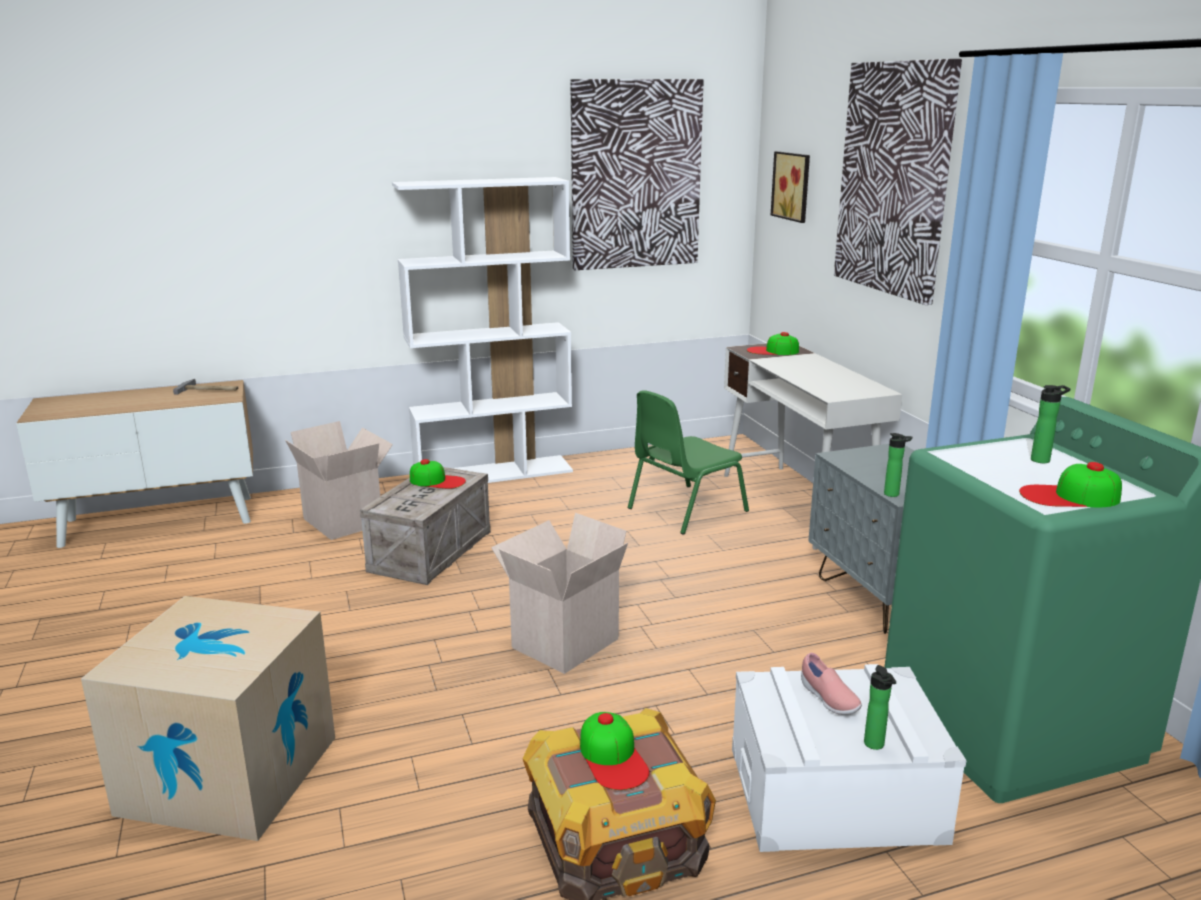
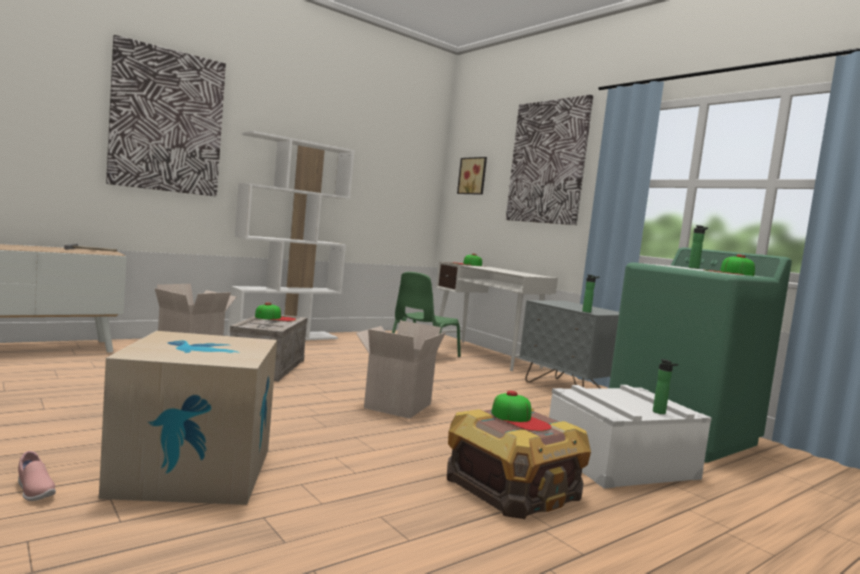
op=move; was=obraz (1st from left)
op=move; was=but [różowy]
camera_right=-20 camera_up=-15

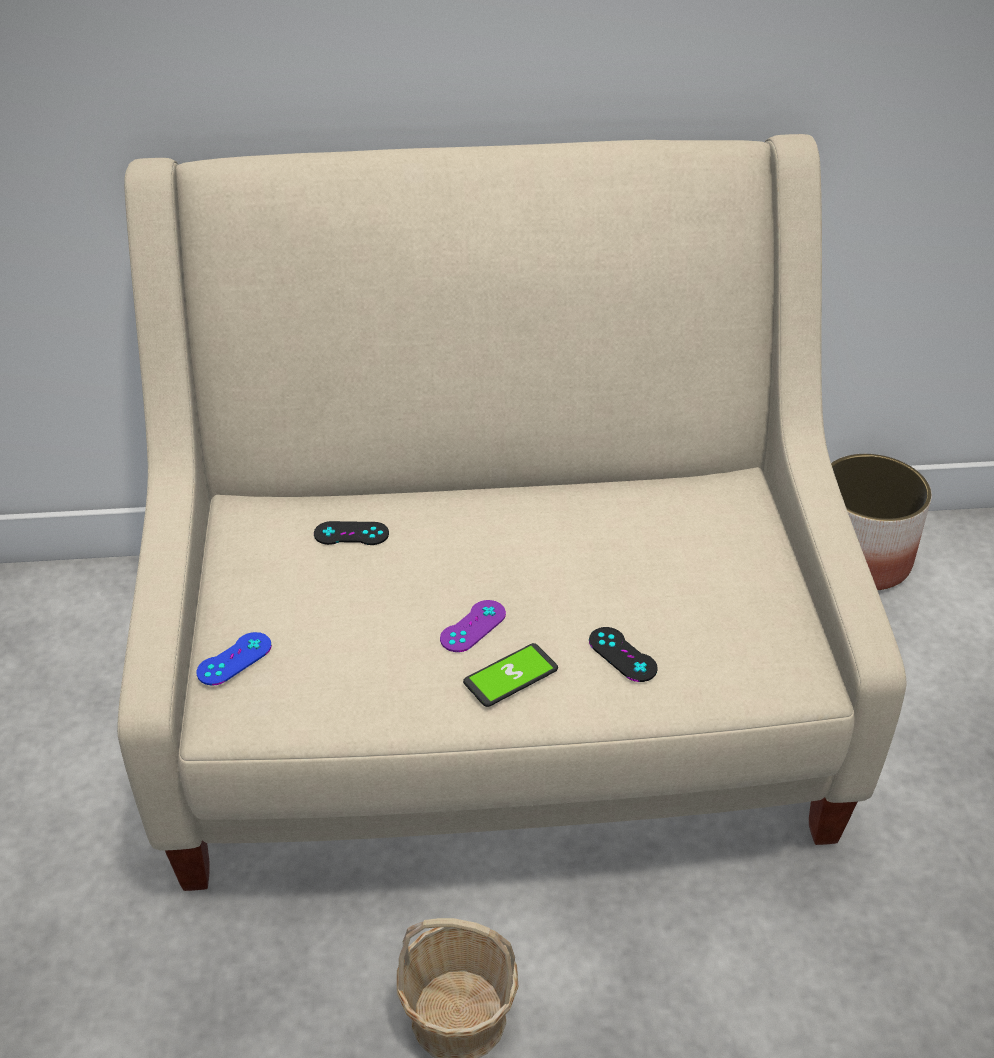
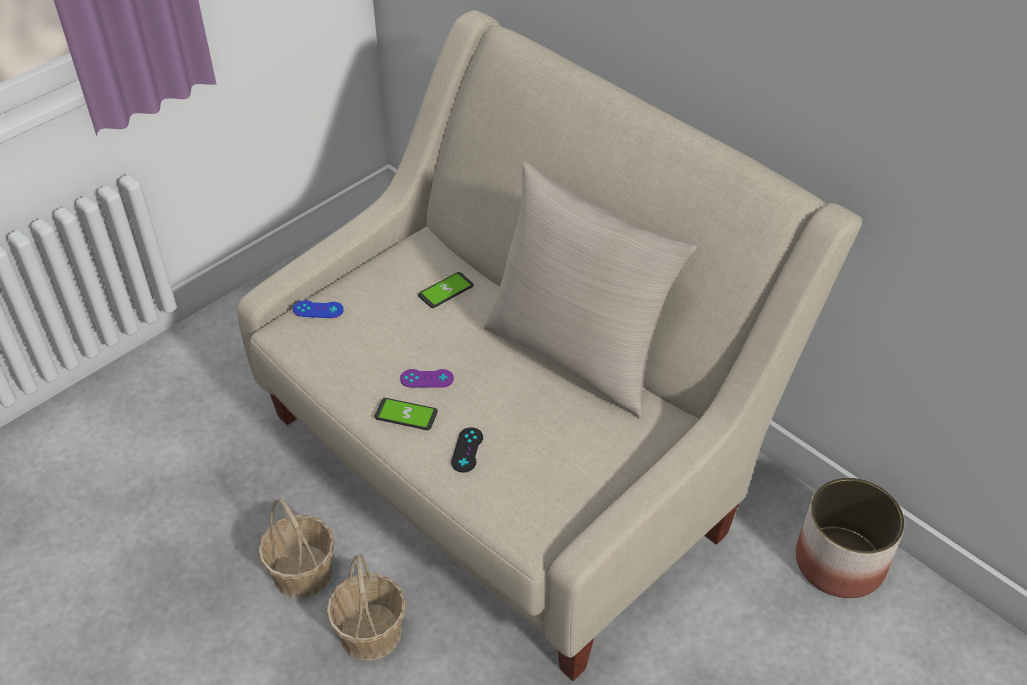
op=replace; was=pad do gier [czarny] (1st from left); now=telefon (2nd from left)
op=insert; now=koszyk (2nd from left)
op=insert; now=poduszka [beżowy]
camera_right=50 camera_up=5

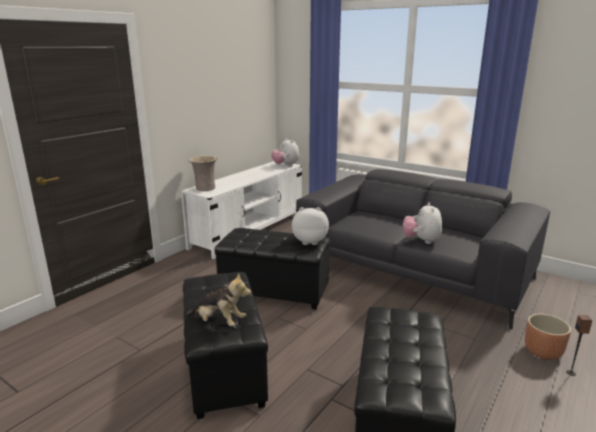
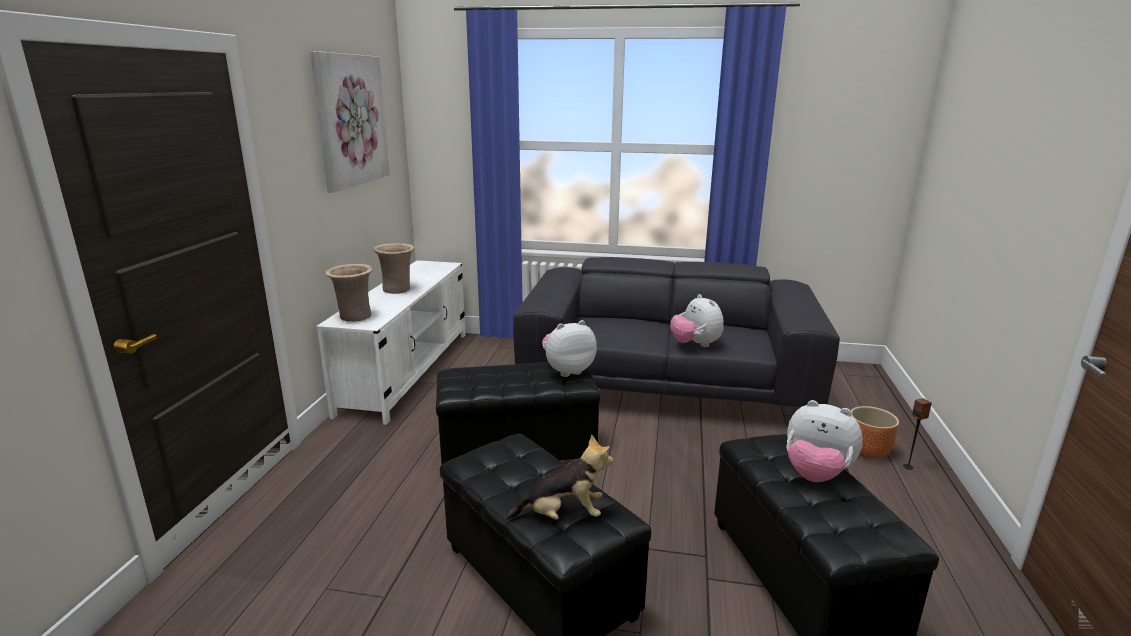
op=move; was=pluszak (2nd from left in the first image); now=pluszak (4th from left)
op=insert; now=obraz
op=insert; now=wazon [beżowy] (2nd from left)
camera_right=-25 camera_up=0

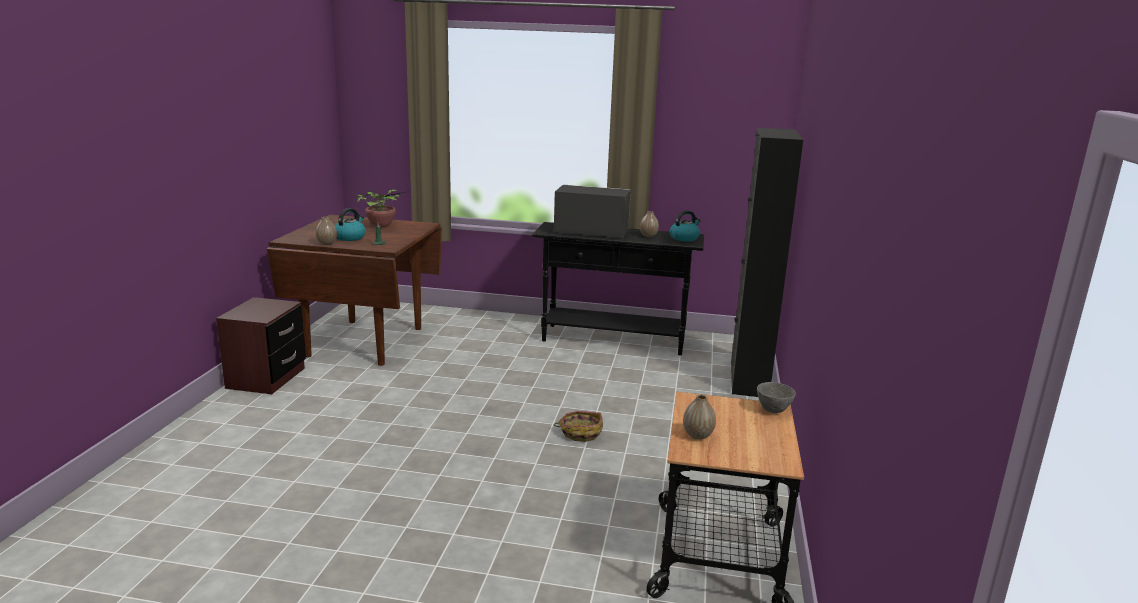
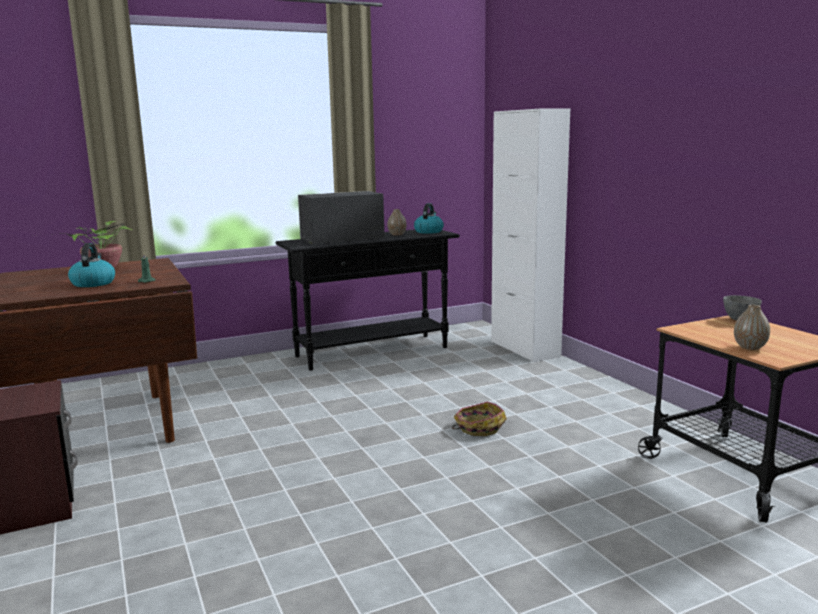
op=delete; was=wazon (1st from left)
op=recolor; was=szafka [czarny]; now=szafka [biały]
camera_right=-35 camera_up=-5

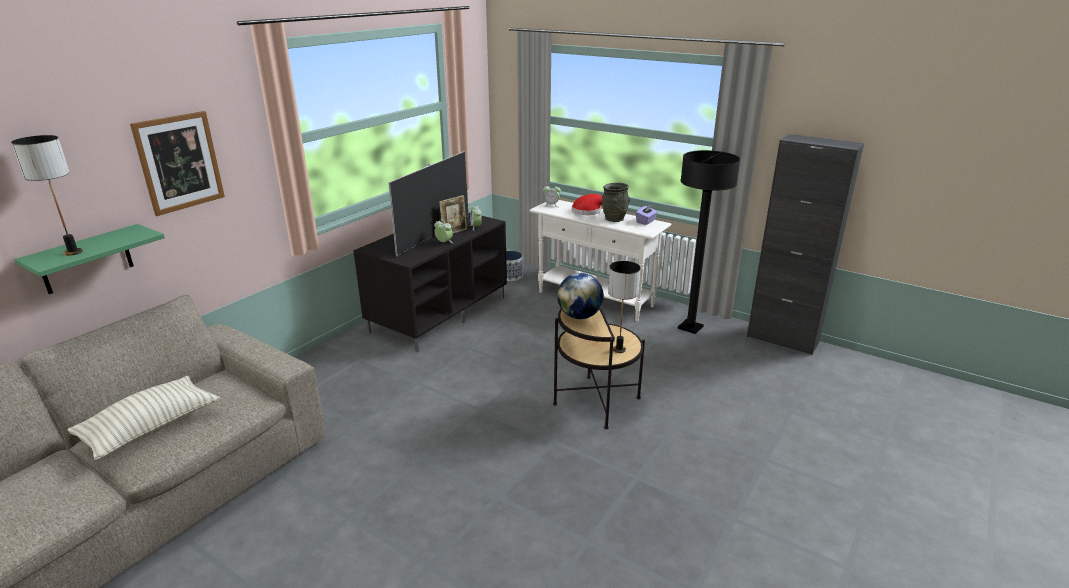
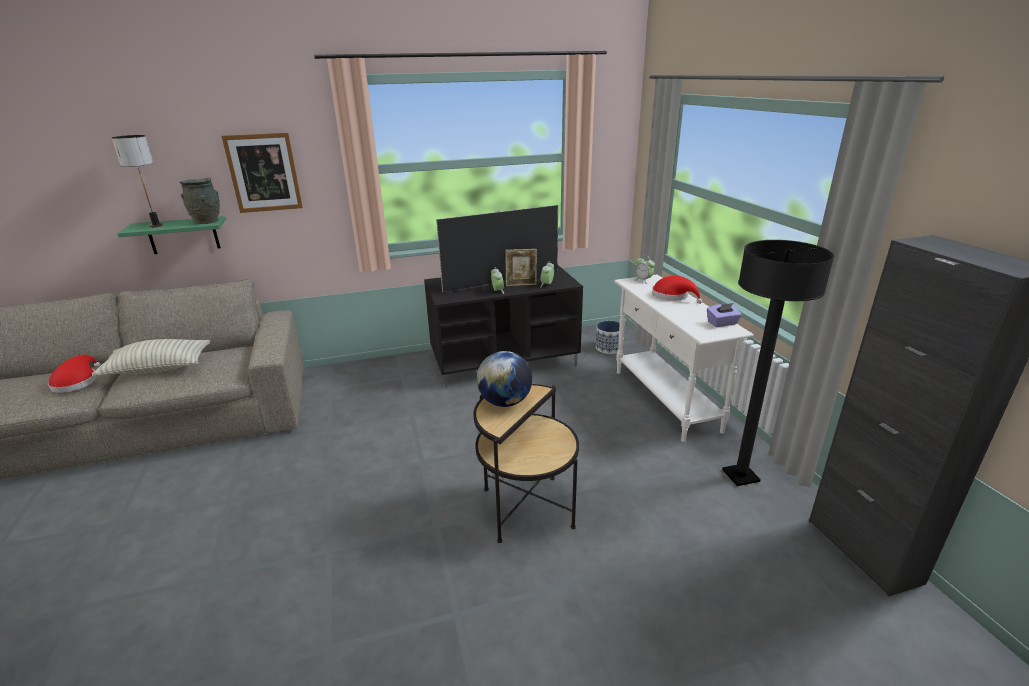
op=move; was=wazon [szary]
op=delete; was=lampa stołowa (2nd from left)
op=insert; now=kapelusz [czerwony] (1st from left)
camera_right=40 camera_up=0

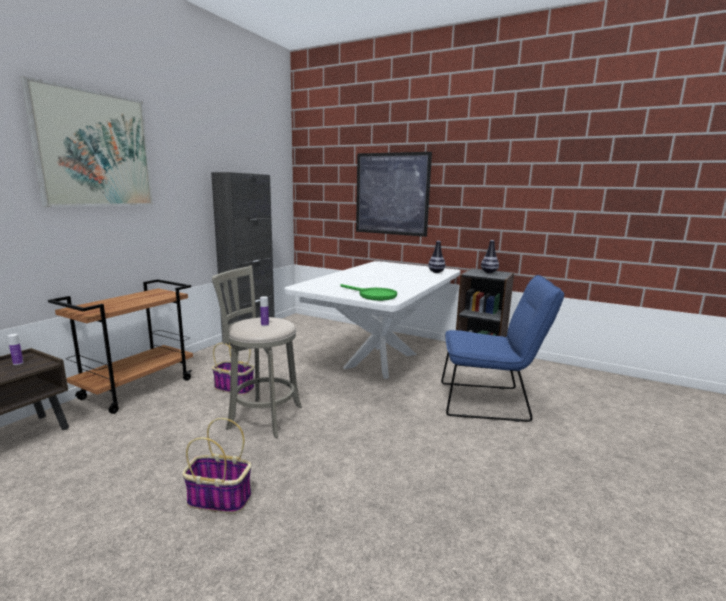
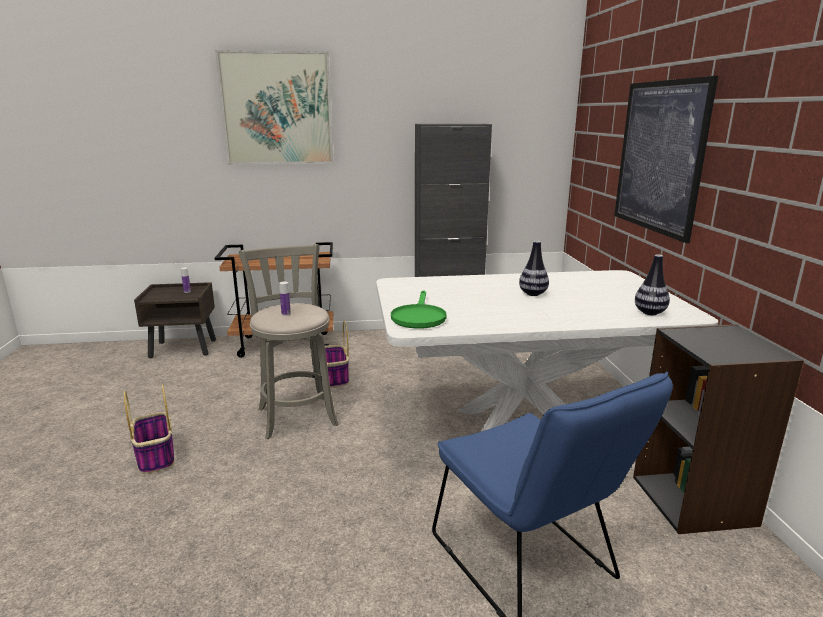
op=move; was=wazon (2nd from left in the first image); now=wazon (1st from left)
camera_right=55 camera_up=5

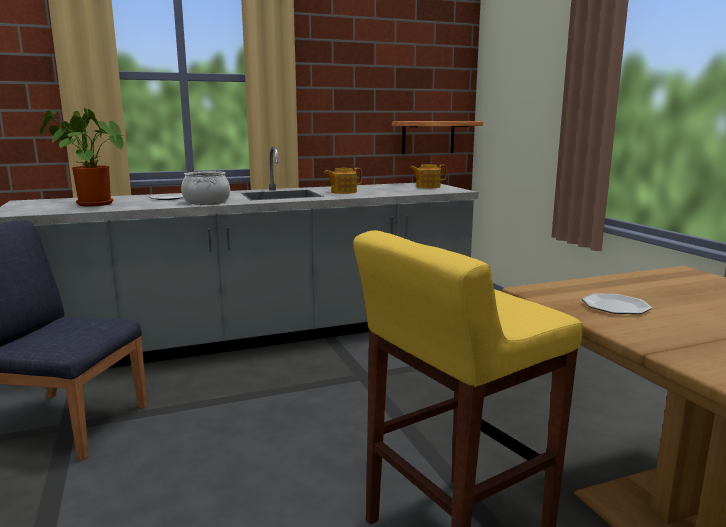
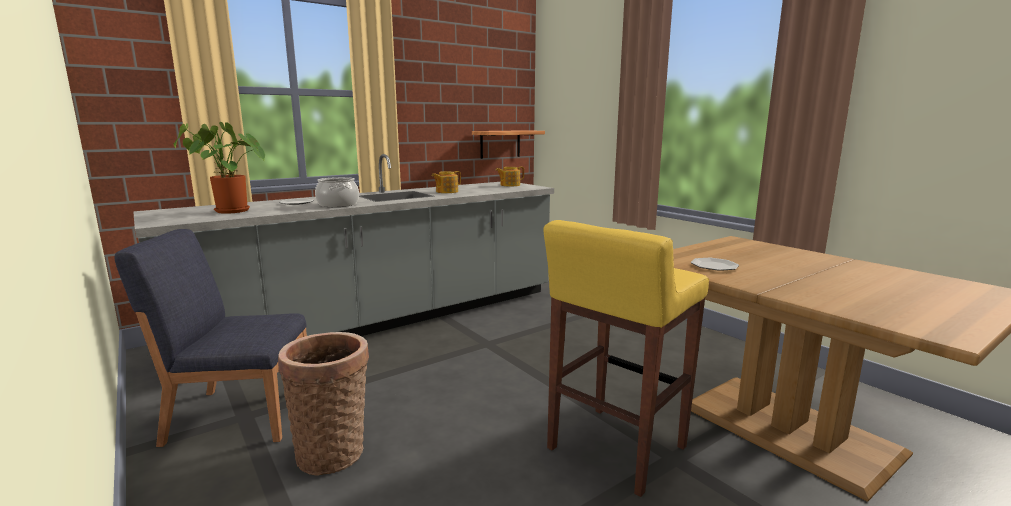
op=insert; now=koszyk
camera_right=-15 camera_up=0

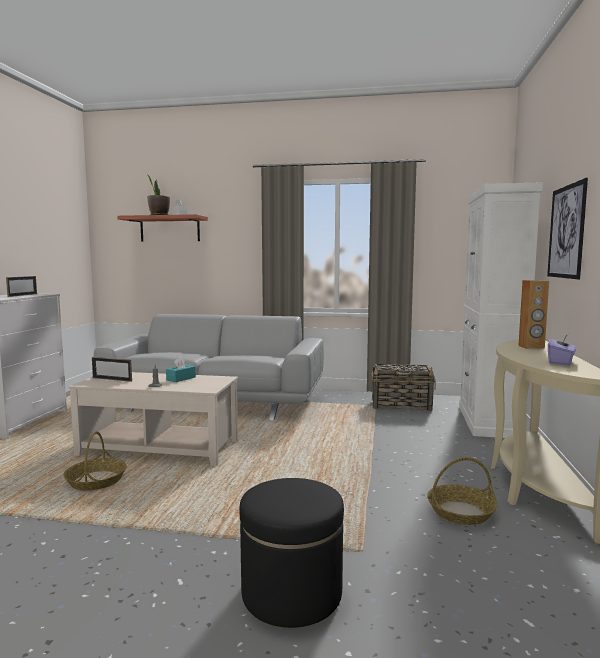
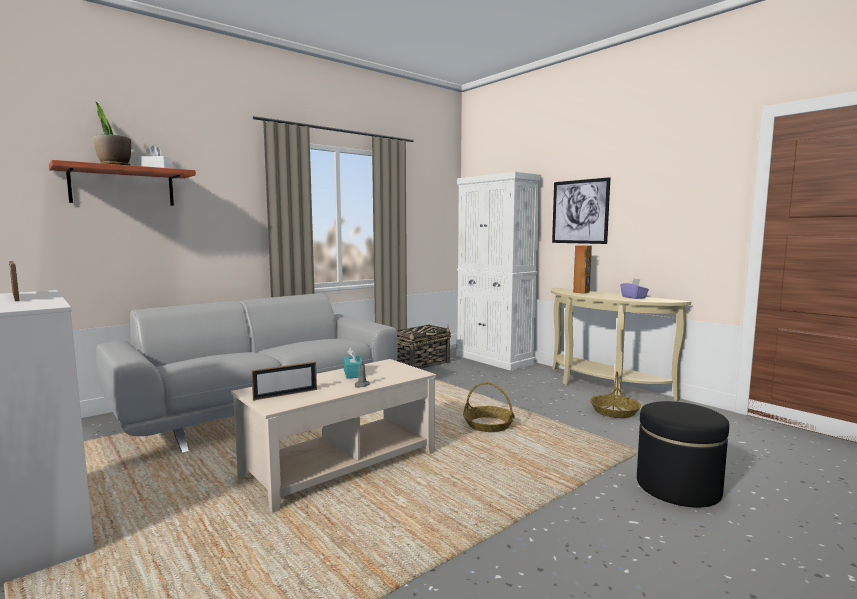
op=move; was=koszyk (1st from left in the first image); now=koszyk (2nd from left)
camera_right=-50 camera_up=0

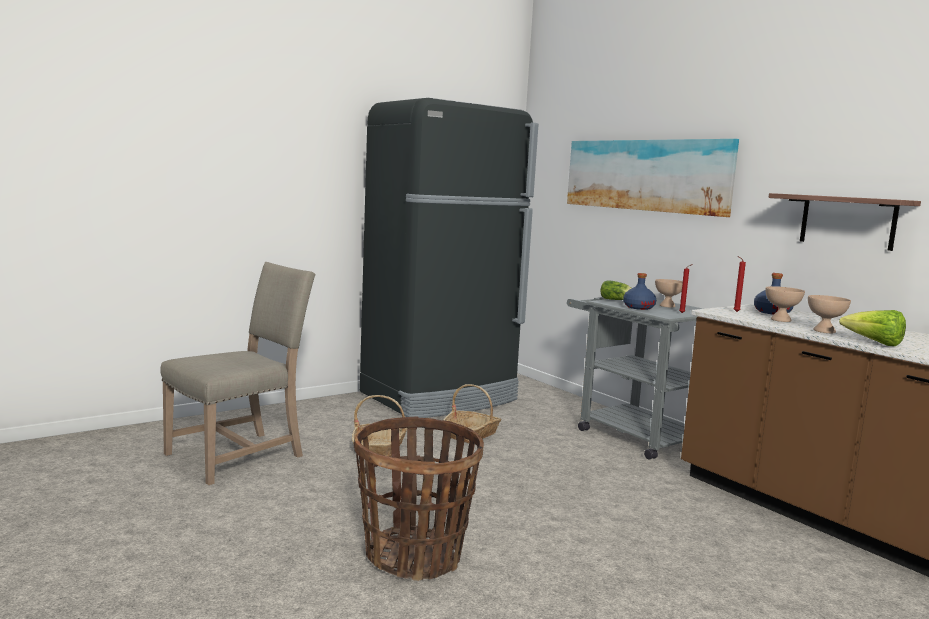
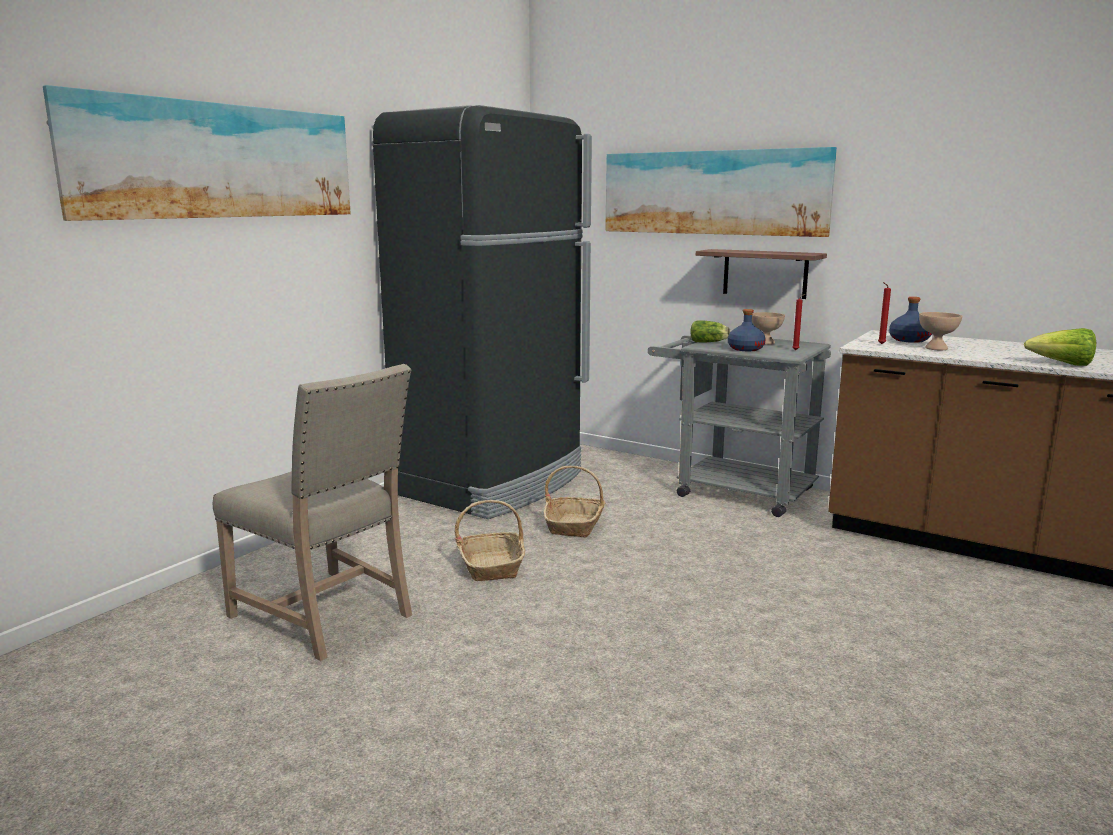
op=rotate; was=krzesło [beżowy]; clockwise=105
op=delete; was=koszyk (2nd from left)
op=move; was=półka
op=delete; was=miska [beżowy] (3rd from left)
op=insert; now=obraz (1st from left)
camera_right=-20 camera_up=5

